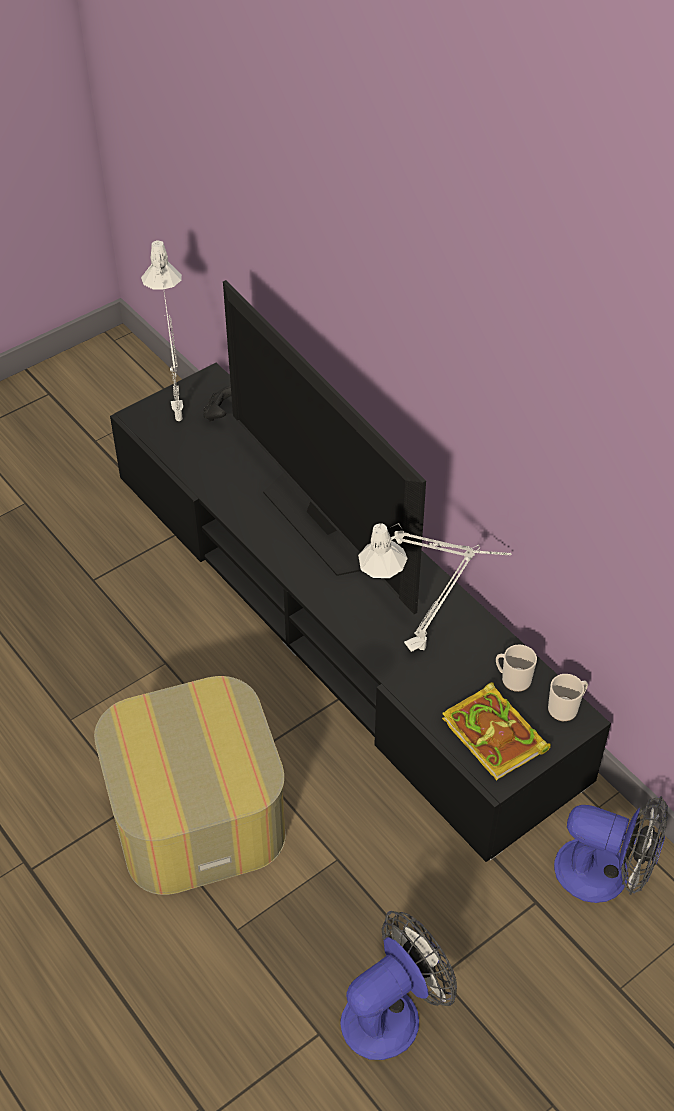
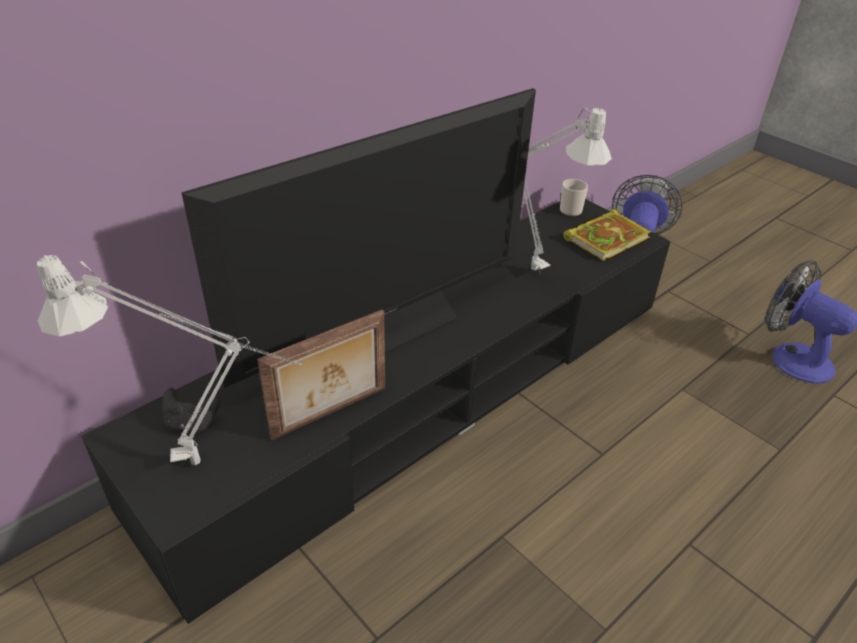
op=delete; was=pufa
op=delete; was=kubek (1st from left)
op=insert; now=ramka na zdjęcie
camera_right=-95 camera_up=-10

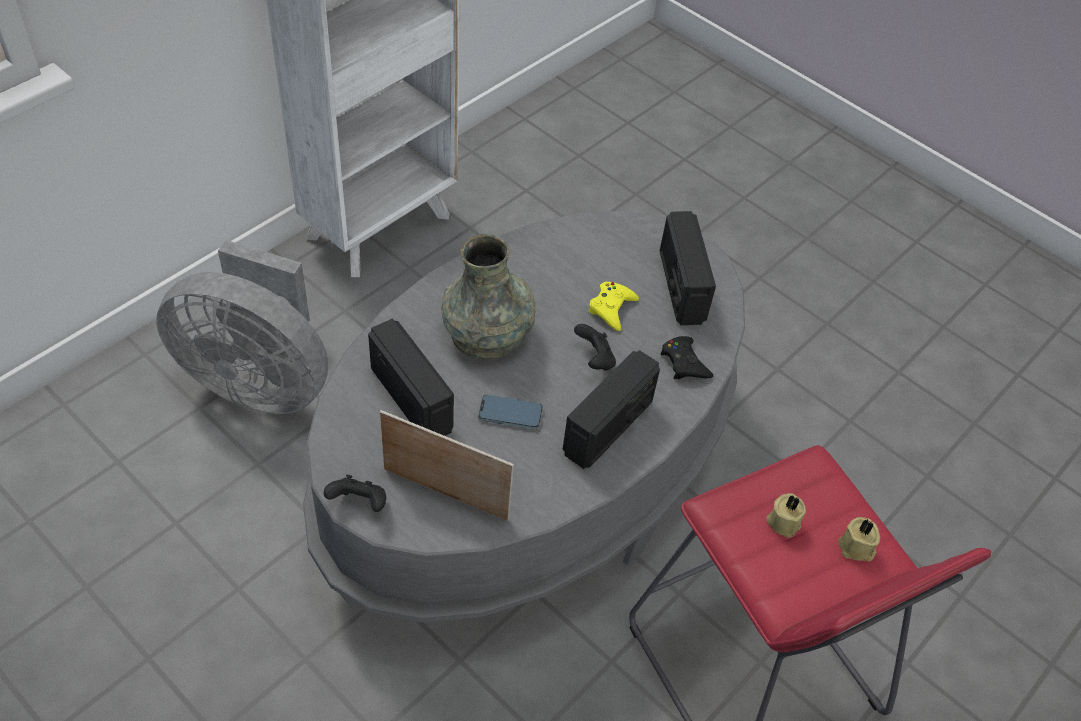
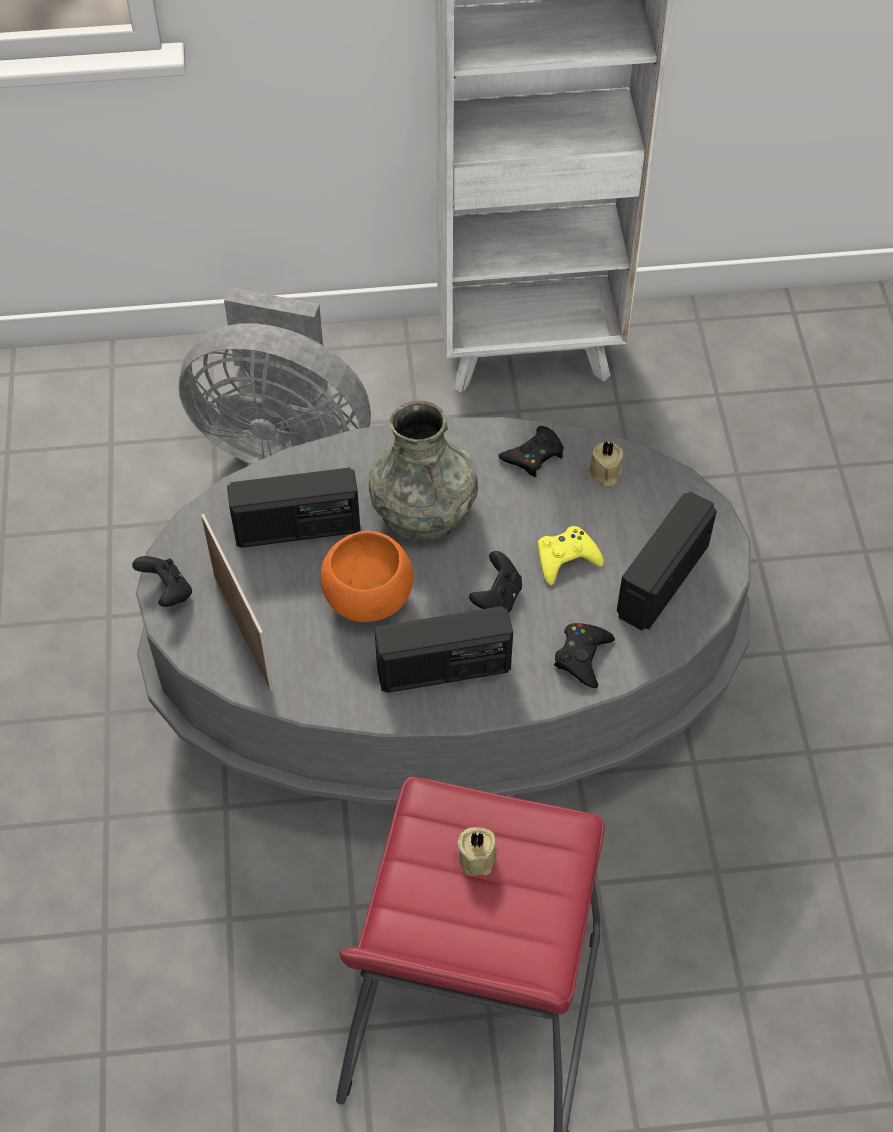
op=rotate; was=wentylator [szary]; clockwise=-45
op=rotate; was=radio (1st from left); clockwise=75
op=replace; was=telefon; now=miska [pomarańczowy]
op=move; was=świeca [beżowy] (2nd from left)
op=insert; now=pad do gier [czarny] (3rd from left)
camera_right=45 camera_up=5

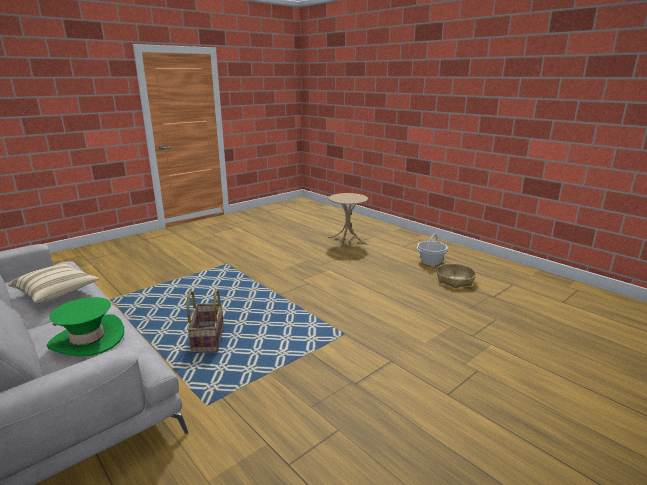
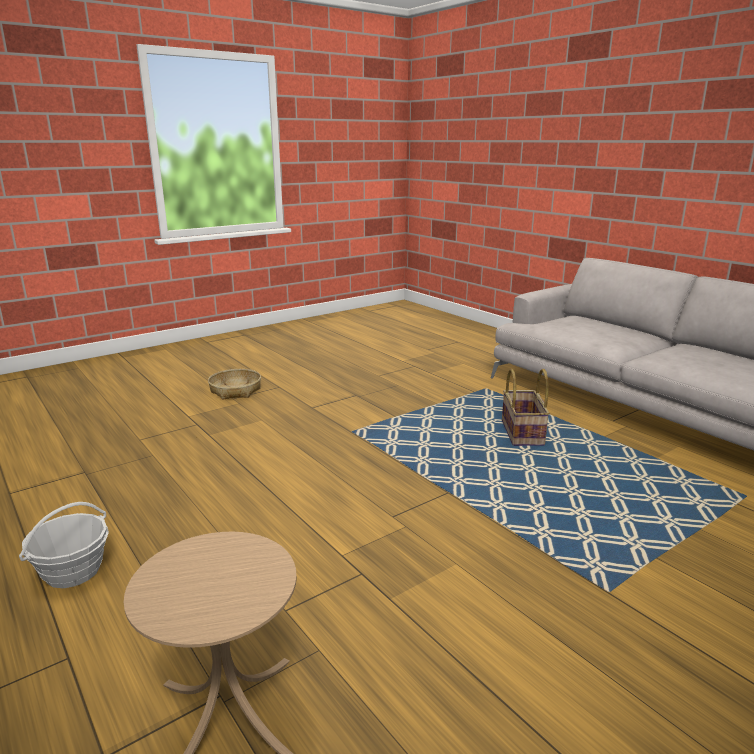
op=delete; was=poduszka [beżowy]
op=delete; was=kapelusz [zielony]
op=move; was=koszyk (3rd from left in the first image); now=koszyk (2nd from left)
camera_right=-175 camera_up=0

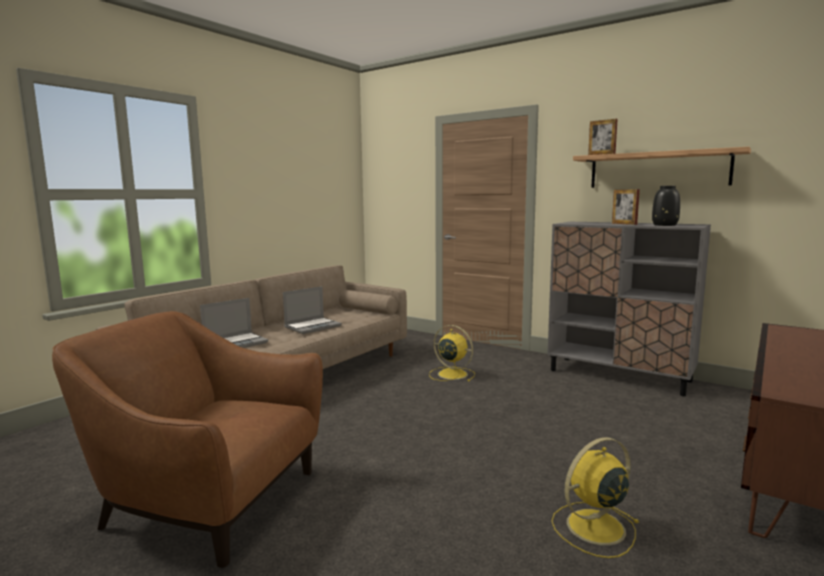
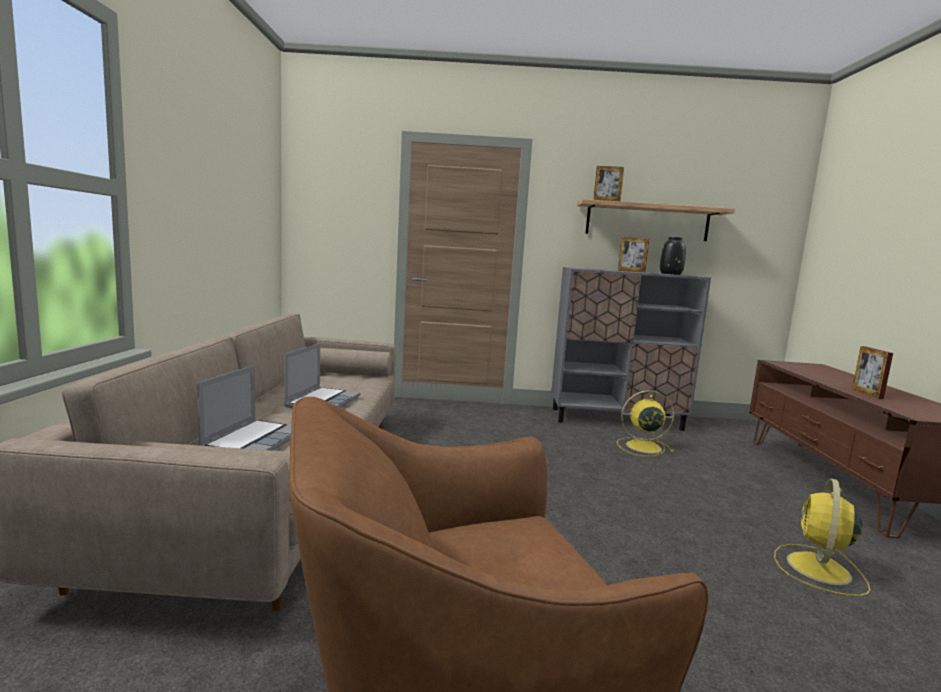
op=move; was=wentylator [żółty] (1st from left)
op=insert; now=ramka na zdjęcie (3rd from left)
camera_right=-35 camera_up=0

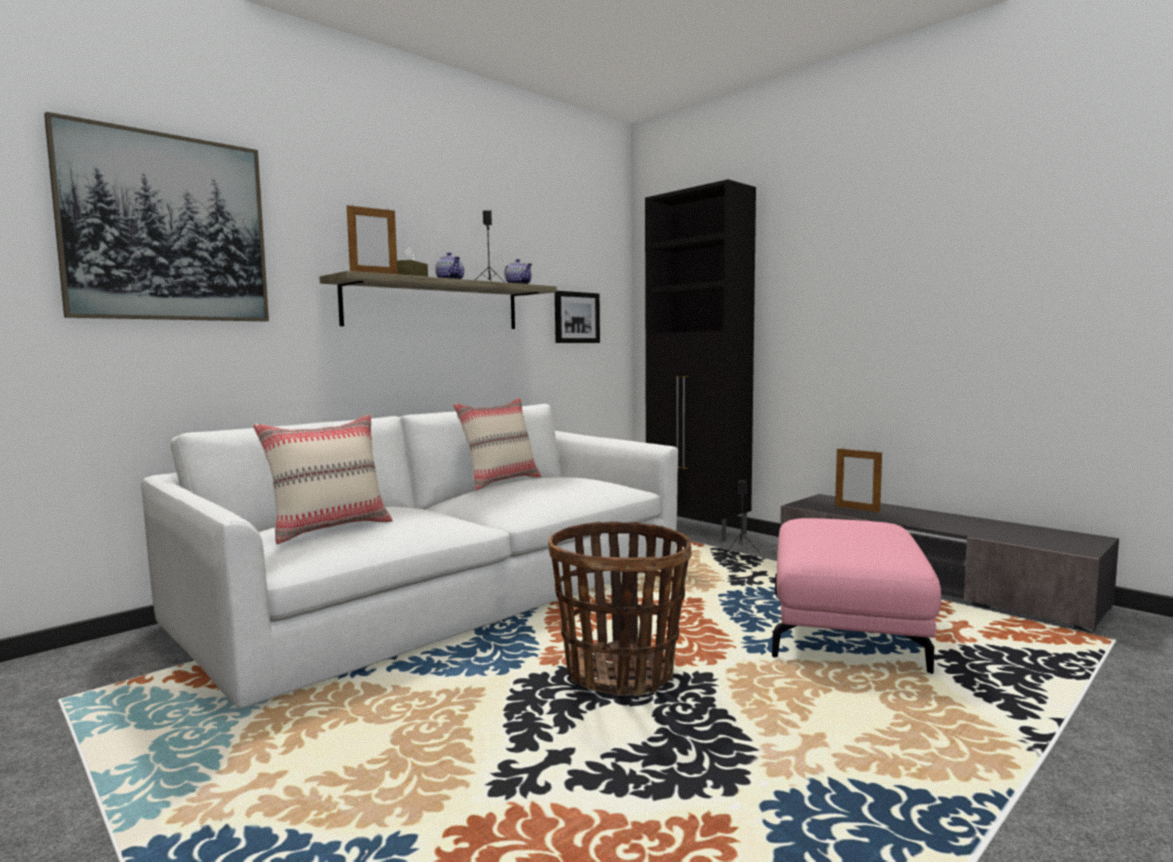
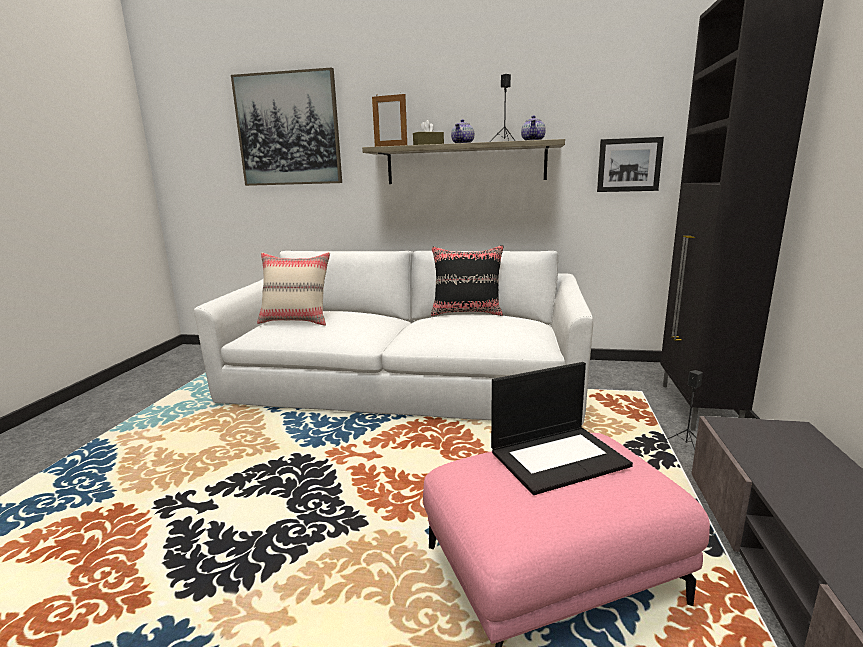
op=recolor; was=poduszka [beżowy] (2nd from left); now=poduszka [czarny]
op=delete; was=koszyk
op=delete; was=ramka na zdjęcie (2nd from left)
op=insert; now=laptop
camera_right=55 camera_up=10

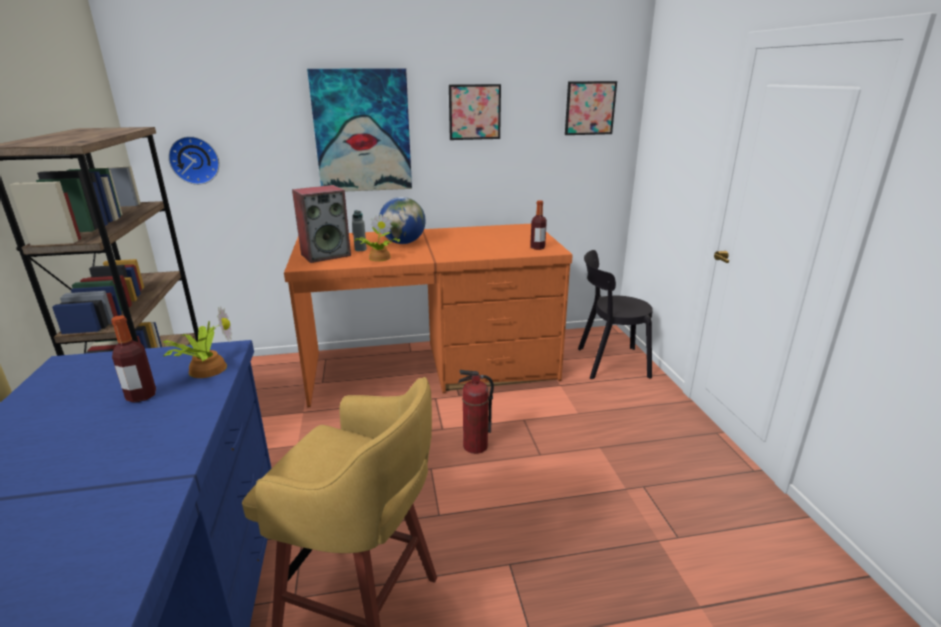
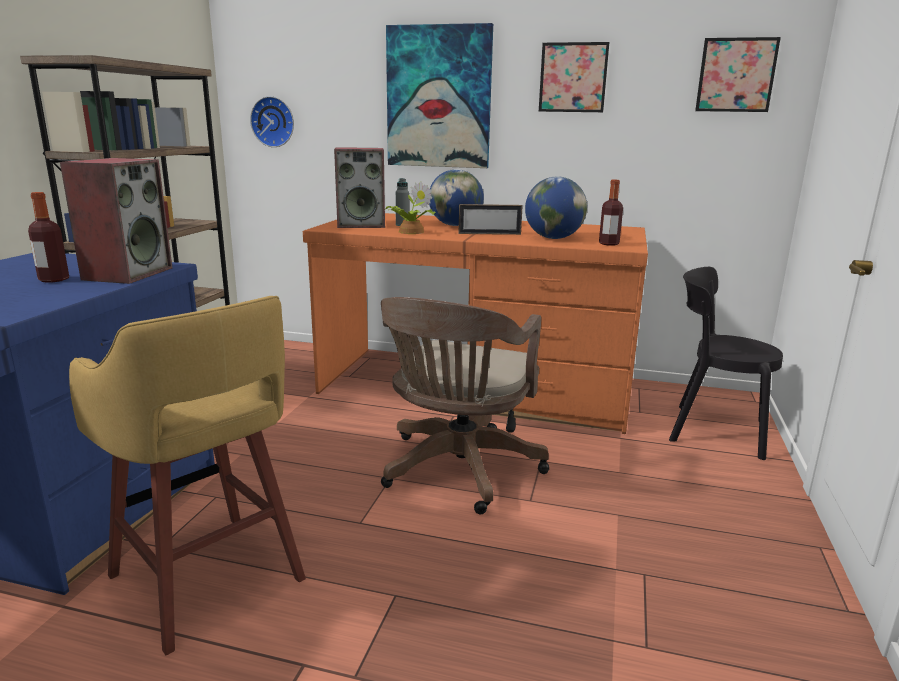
op=replace; was=roślina doniczkowa (1st from left); now=głośnik (1st from left)
op=replace; was=gaśnica; now=krzesło biurowe [brązowy]
op=insert; now=ramka na zdjęcie
op=insert; now=globus (2nd from left)
camera_right=25 camera_up=-5

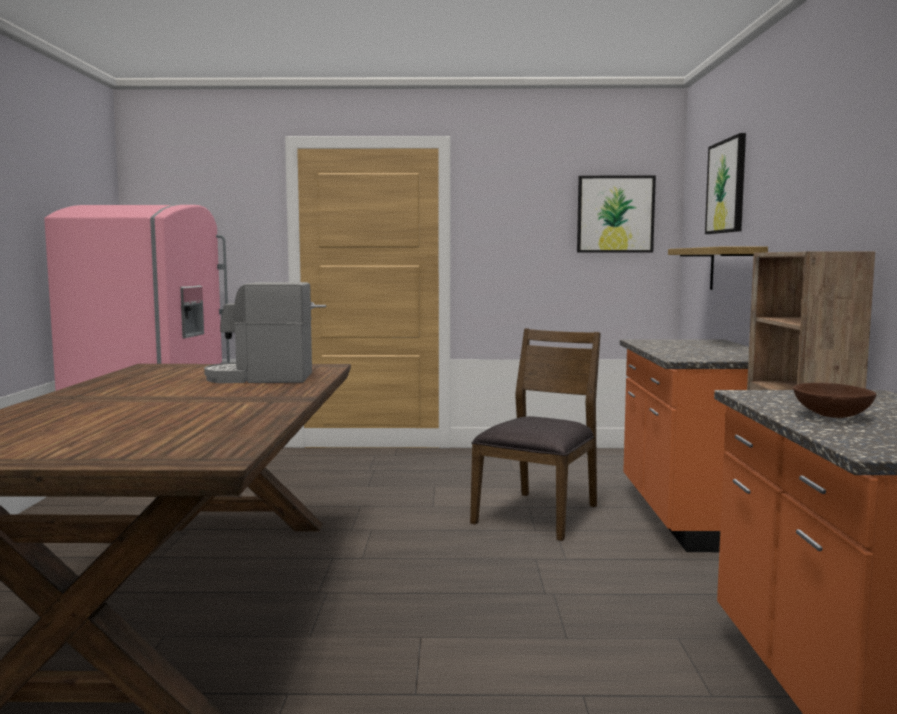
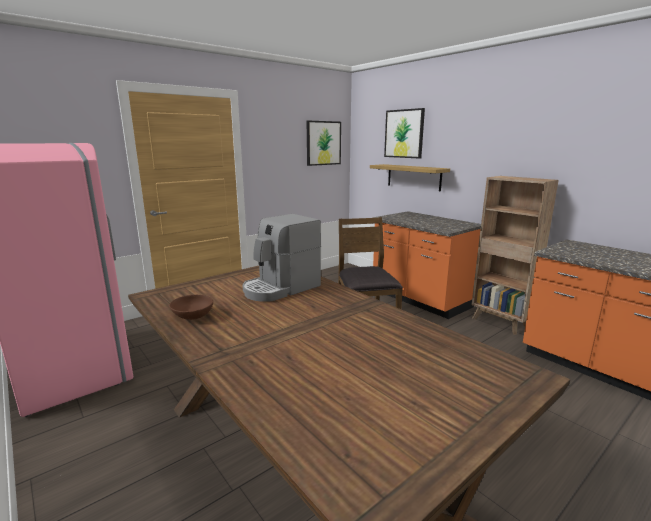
op=move; was=miska [brązowy]
camera_right=-40 camera_up=10

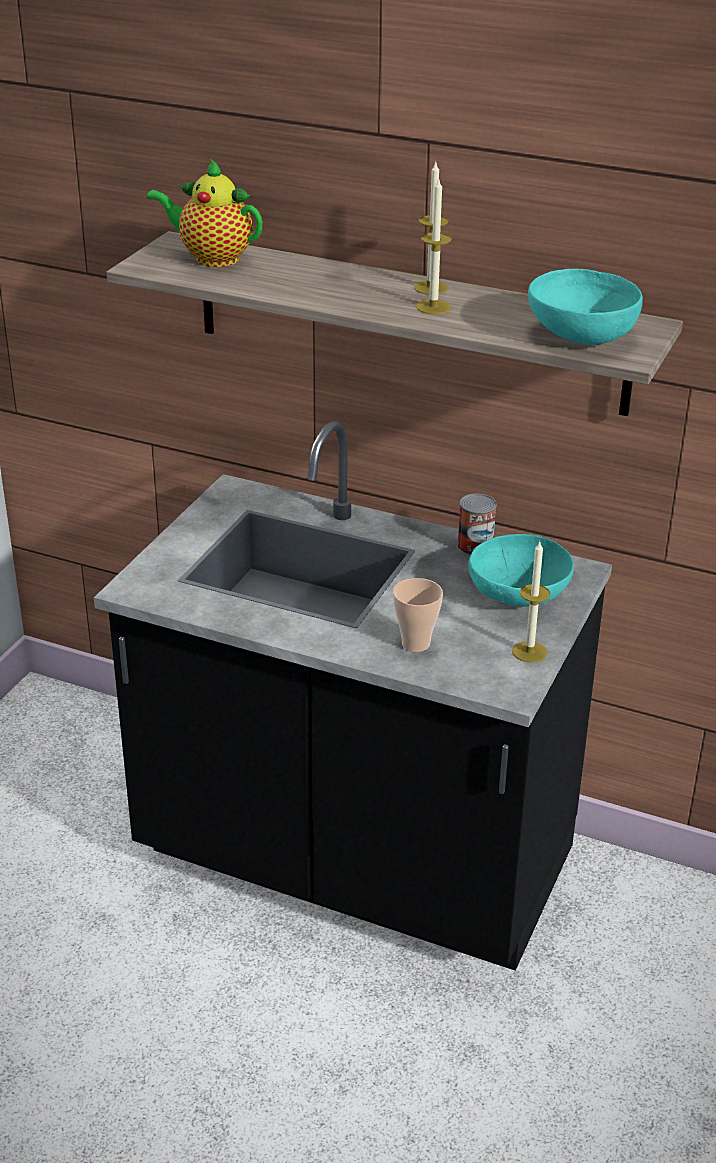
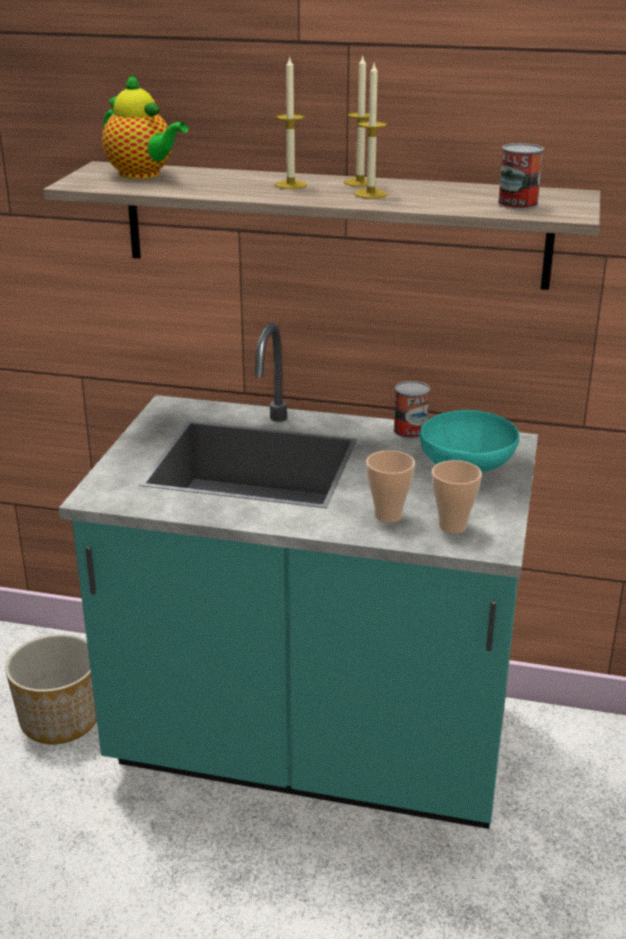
op=recolor; was=zabudowa kuchenna [czarny]; now=zabudowa kuchenna [turkusowy]
op=rotate; was=imbryk; clockwise=-150
op=move; was=świeca (3rd from left in the first image); now=świeca (1st from left)
op=replace; was=miska [turkusowy] (2nd from left); now=puszka (2nd from left)
op=insert; now=donica
op=insert; now=filiżanka (2nd from left)
camera_right=-10 camera_up=-5

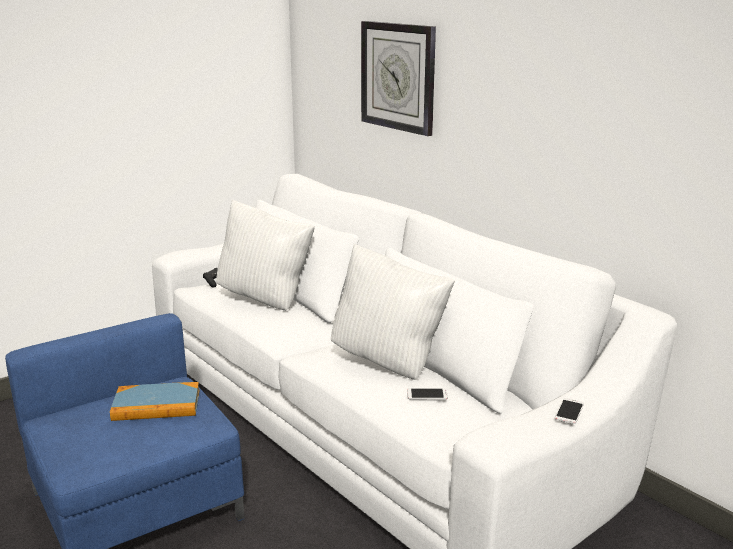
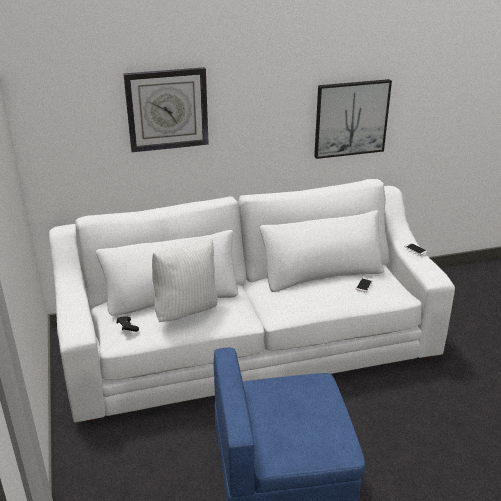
op=delete; was=książka
op=delete; was=poduszka [biały] (2nd from left)
op=insert; now=obraz
camera_right=-65 camera_up=10

